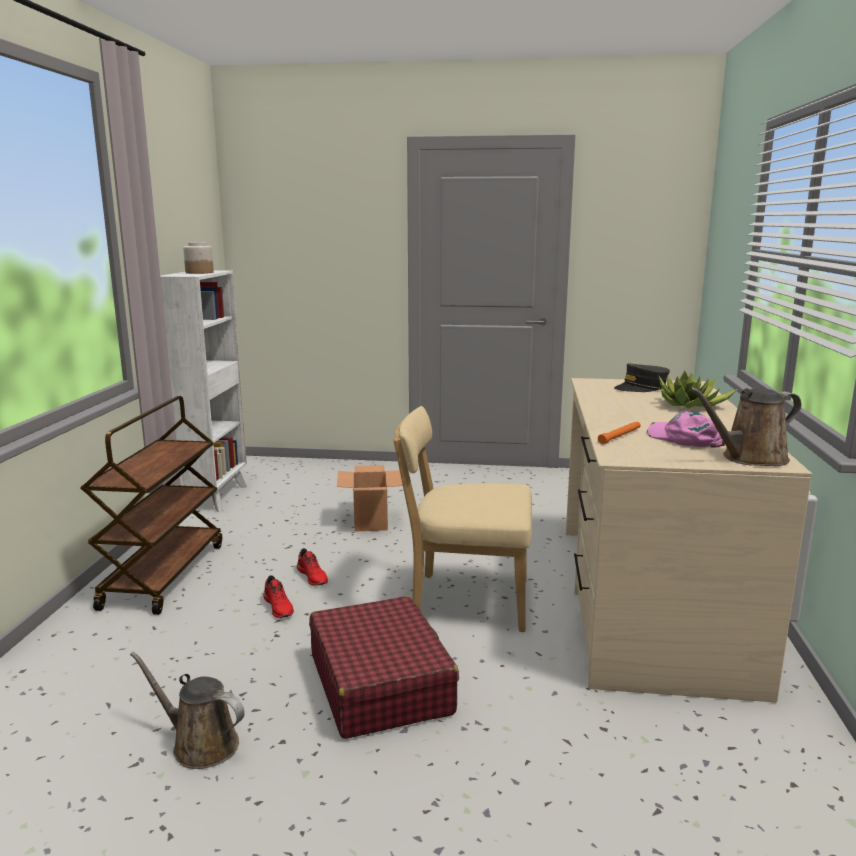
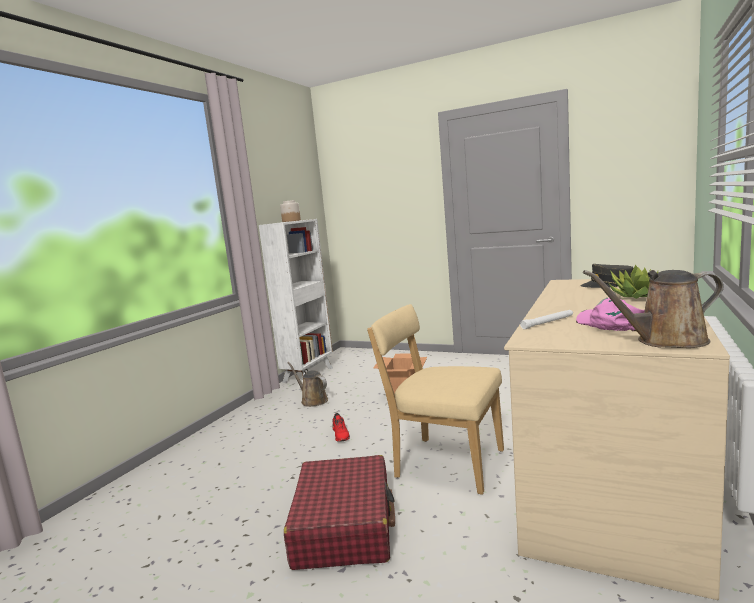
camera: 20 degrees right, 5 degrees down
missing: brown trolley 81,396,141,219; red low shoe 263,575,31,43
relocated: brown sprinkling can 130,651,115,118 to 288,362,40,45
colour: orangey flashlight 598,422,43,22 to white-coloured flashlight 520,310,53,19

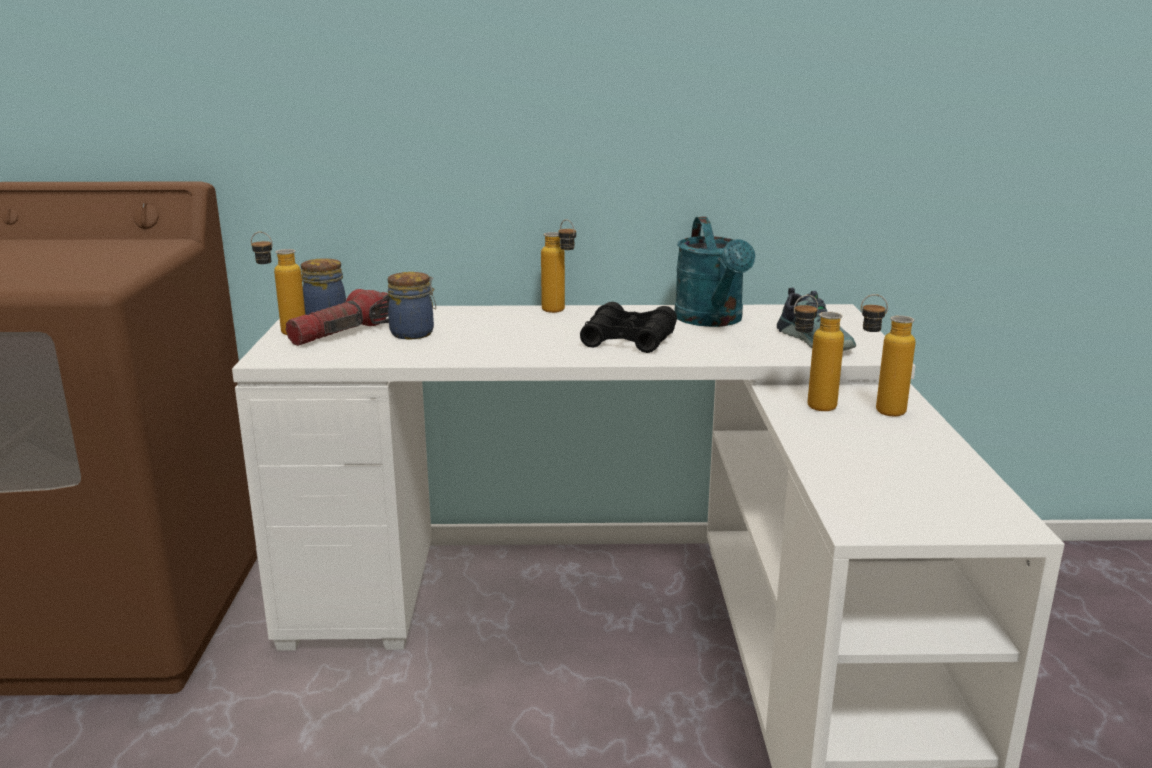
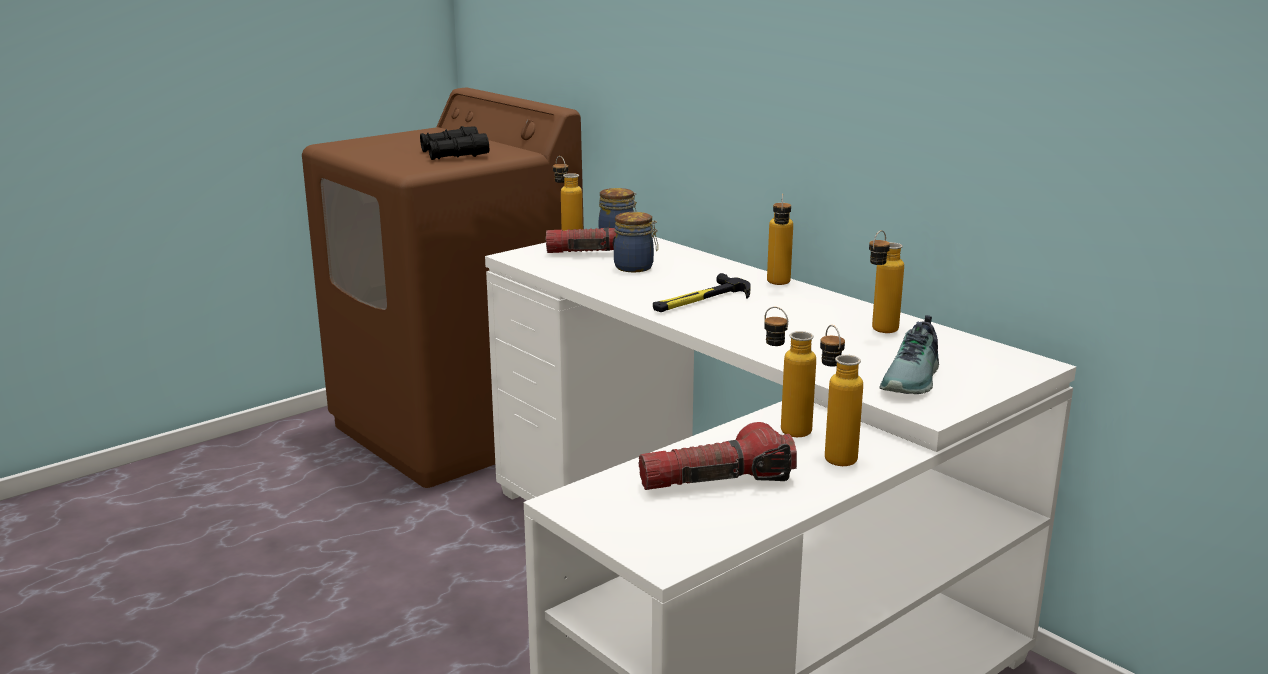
camera: 50 degrees right, 0 degrees up
appeared: flashlight 639,422,158,68; hand hammer 653,273,98,39
relocated: black binoculars 580,302,97,51 to 420,126,69,34
exchanged: turquoise-coloured sprinkling can 675,217,80,110 to beverage bottle 869,230,35,103

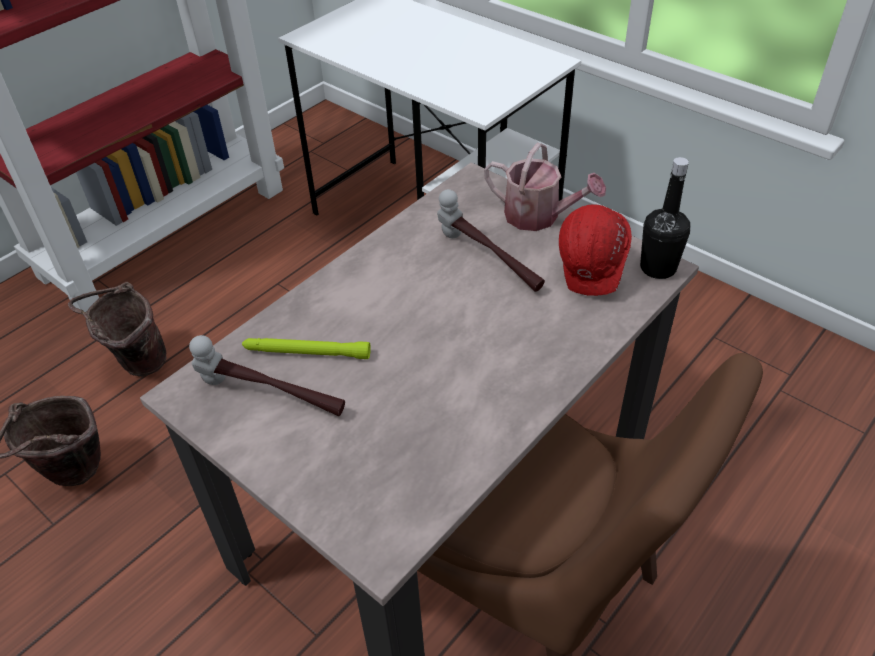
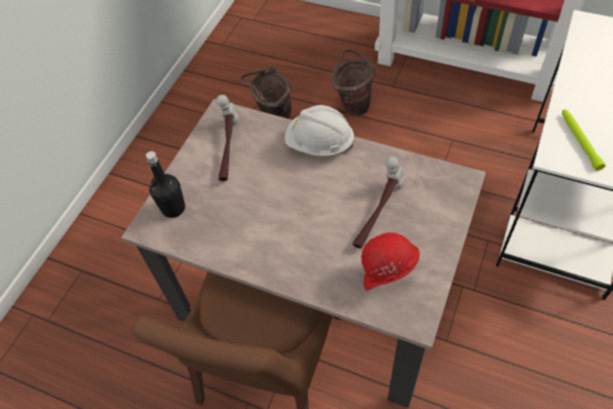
camera: 75 degrees right, 10 degrees up
missing: sprinkling can 484,142,122,89
appeared: white-coloured safety helmet 285,105,70,51
relocated: green-coloured flashlight 242,338,129,21 to 562,109,44,62; black beverage bottle 640,157,50,122 to 146,151,39,67

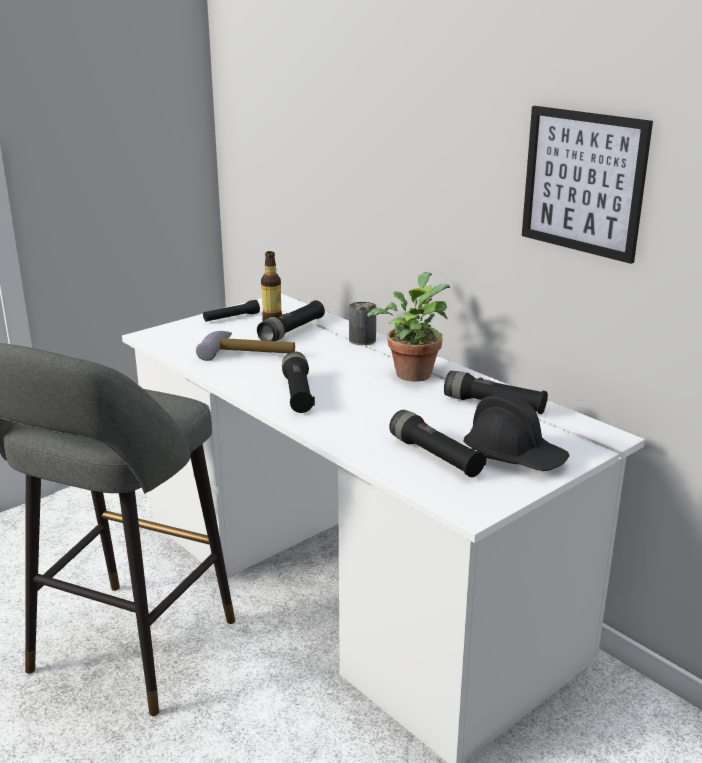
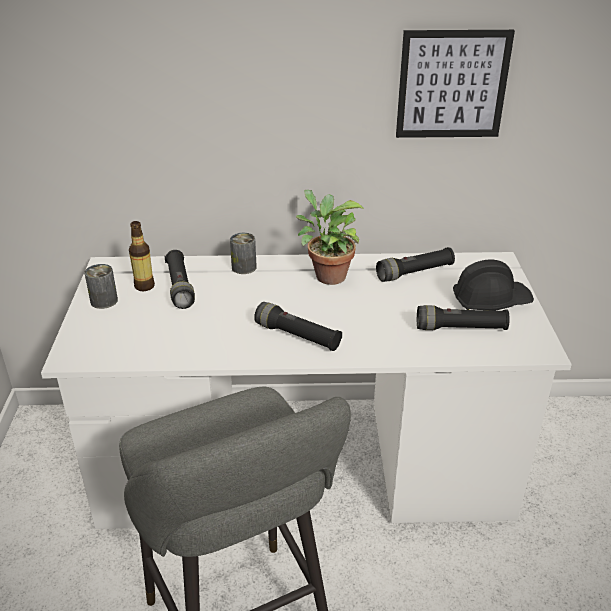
camera: 50 degrees left, 10 degrees up
missing: hand hammer 196,331,99,30
exchanged: black flashlight 203,300,57,22 to sealed can 85,264,33,45

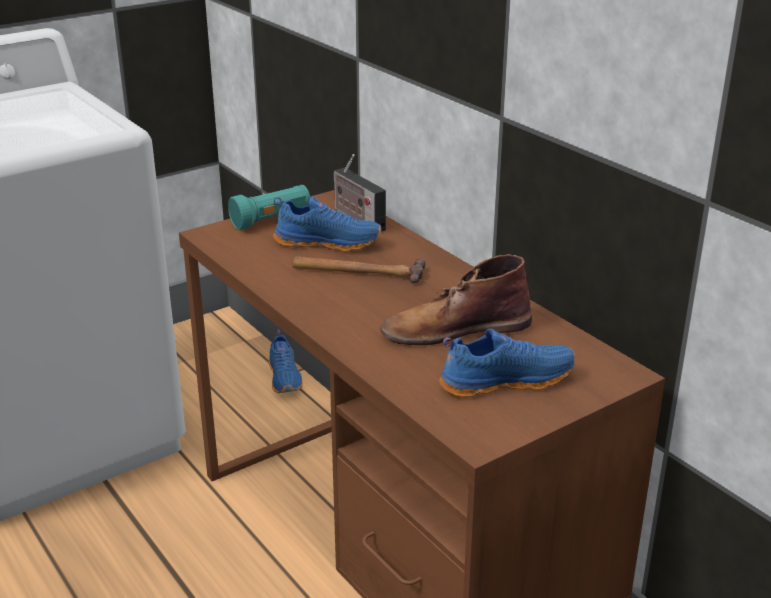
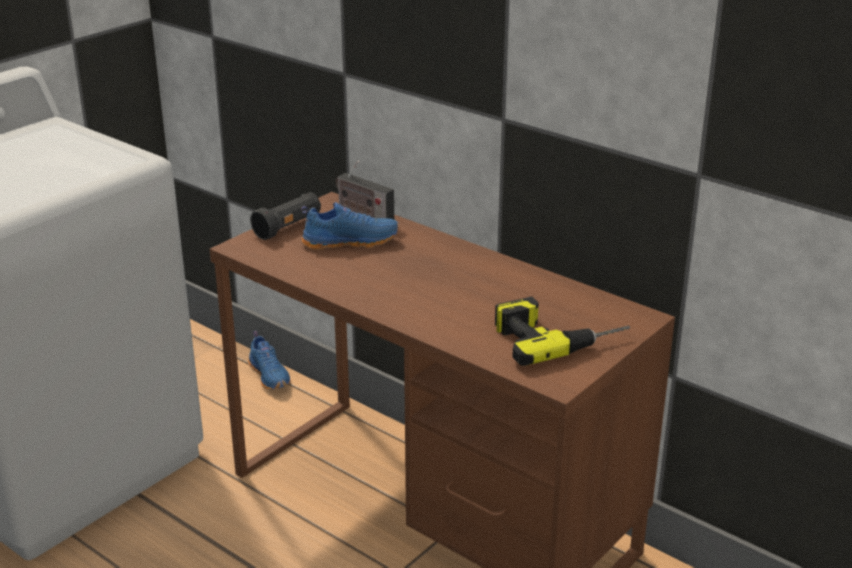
camera: 15 degrees left, 0 degrees up
missing: hand hammer 292,257,134,26; brown boot 380,254,152,91
exchanged: blue low shoe 439,329,136,69 to drill 495,297,135,69
colour: turquoise-coloured flashlight 228,185,82,45 to black flashlight 250,192,71,48

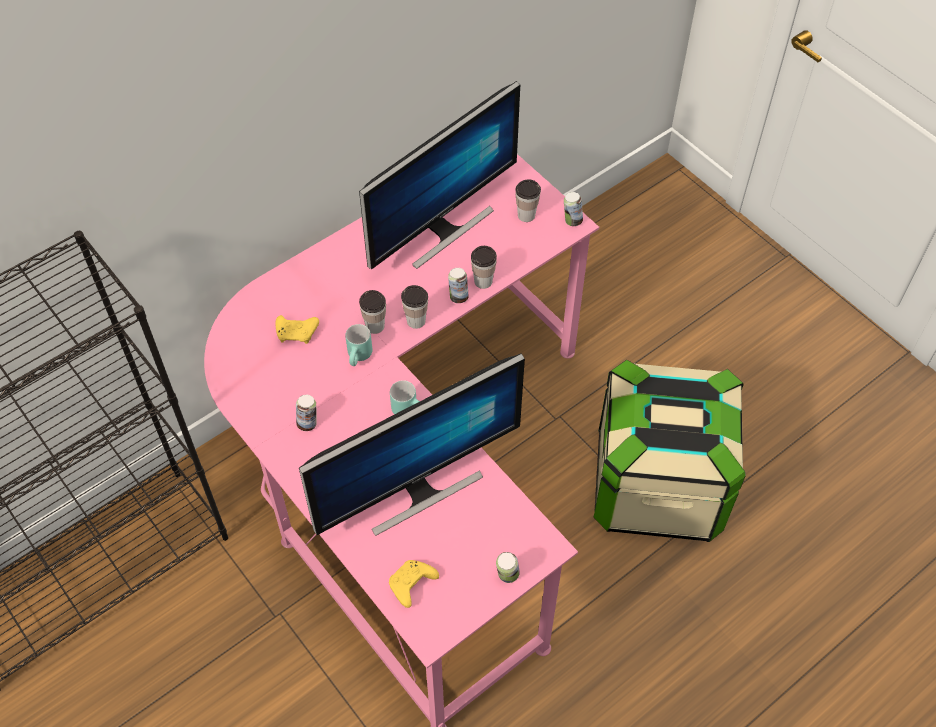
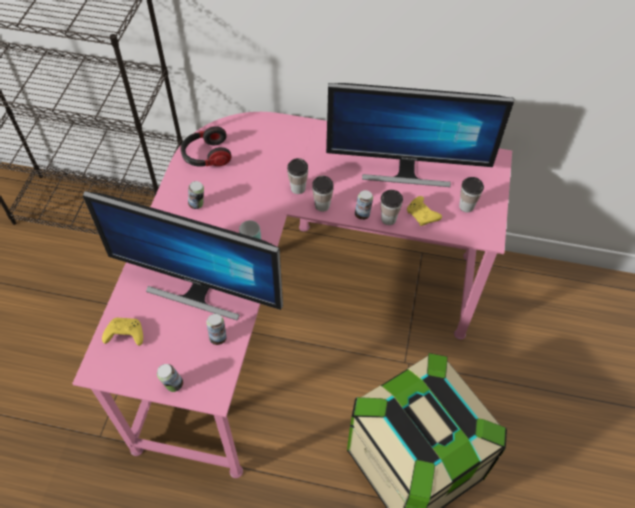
camera: 50 degrees right, 0 degrees up
missing: turquoise-coloured coffee mug 345,324,27,42
appeared: headphones 181,126,51,41
relocated: yellow-coloured gamepad 276,315,43,29 to 407,196,35,30; sealed can 564,192,19,34 to 206,314,21,31

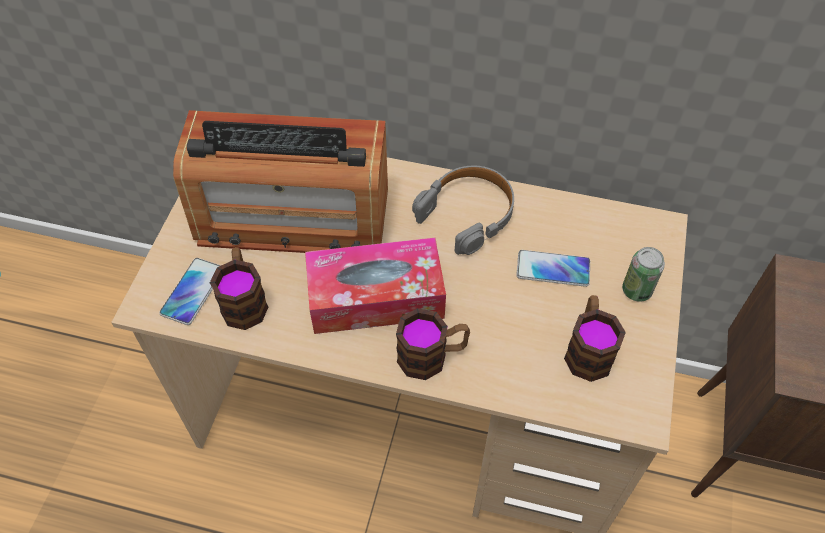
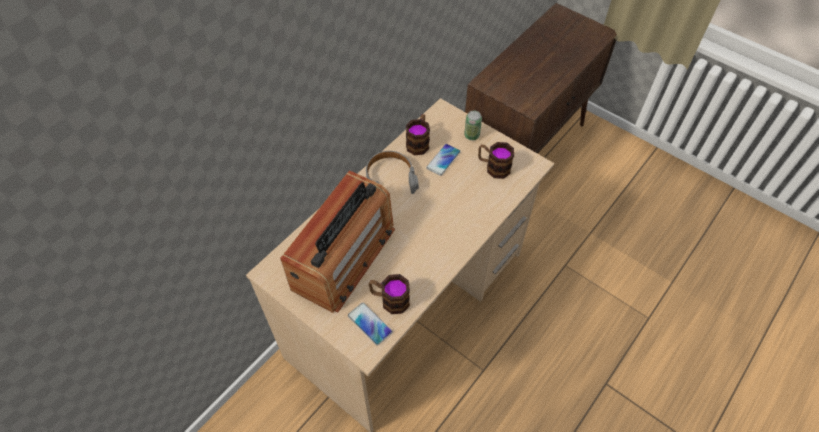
camera: 65 degrees left, 0 degrees up
missing: tissue box 305,238,141,96
relocated: coffee mug 396,308,74,72 to 406,114,24,41

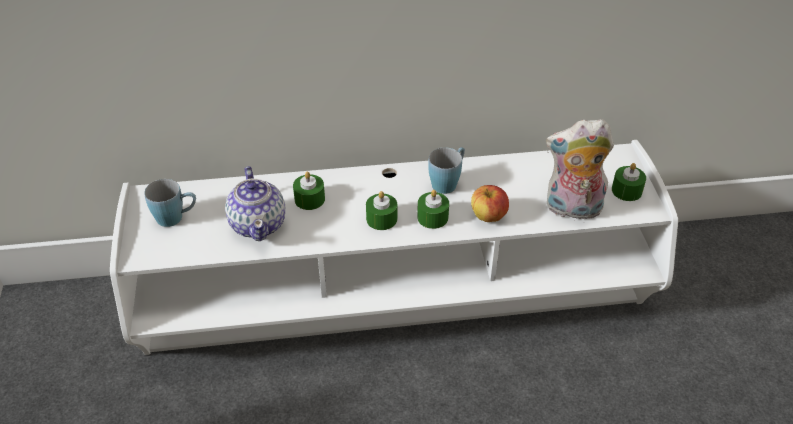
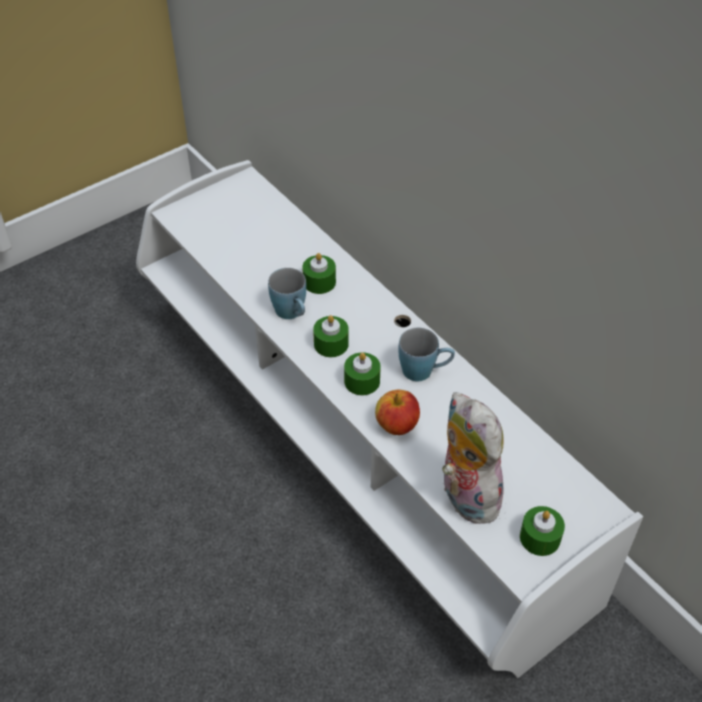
camera: 60 degrees right, 5 degrees up
missing: teapot 225,166,60,75
relocated: blue coffee mug 144,179,52,48 to 268,268,38,51

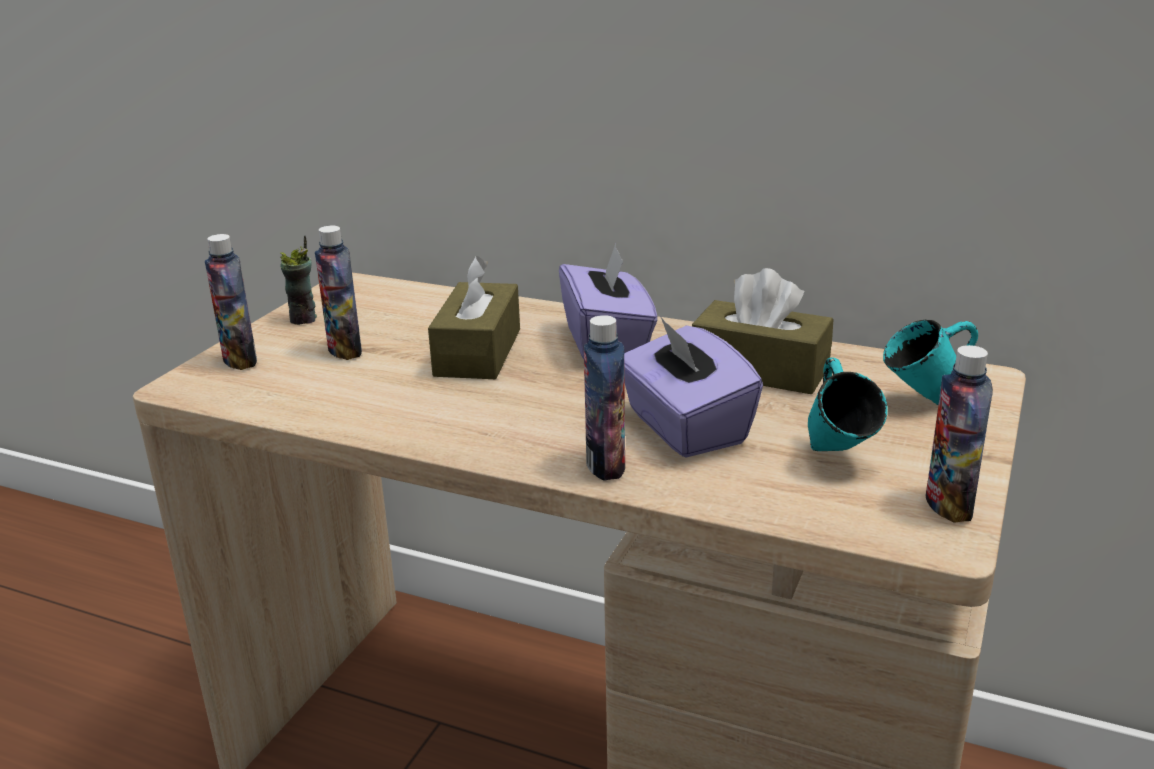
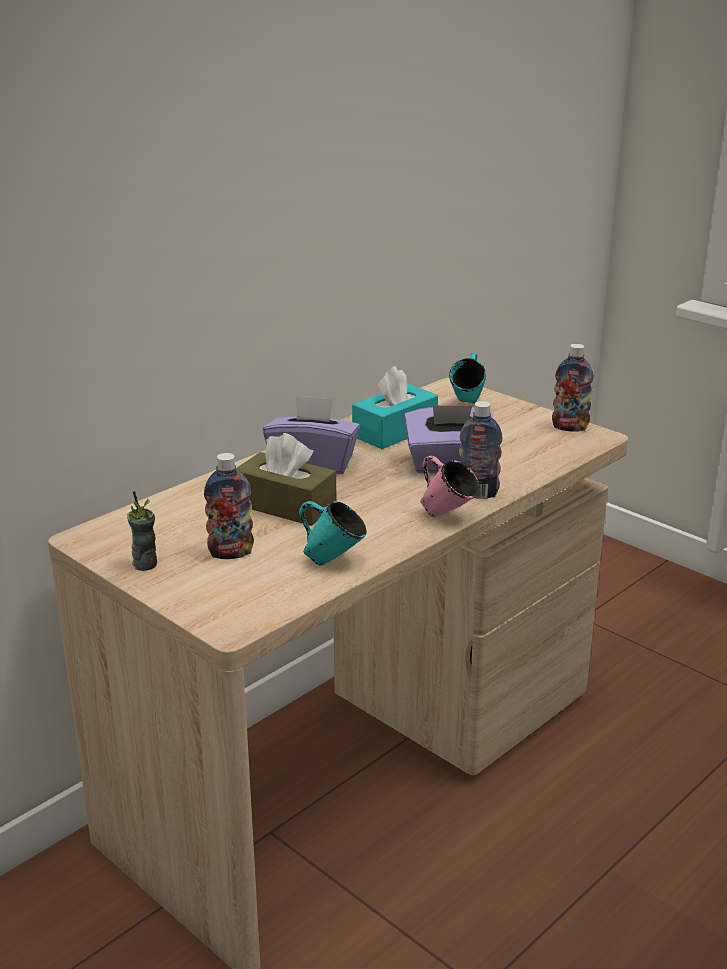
camera: 70 degrees left, 0 degrees up
missing: beverage bottle 205,234,52,136
appeared: pink coffee mug 420,456,59,61
relocated: turquoise-coloured coffee mug 808,358,80,93 to 299,501,68,65
colour: brown tissue box 692,268,142,126 to turquoise-coloured tissue box 352,366,86,83

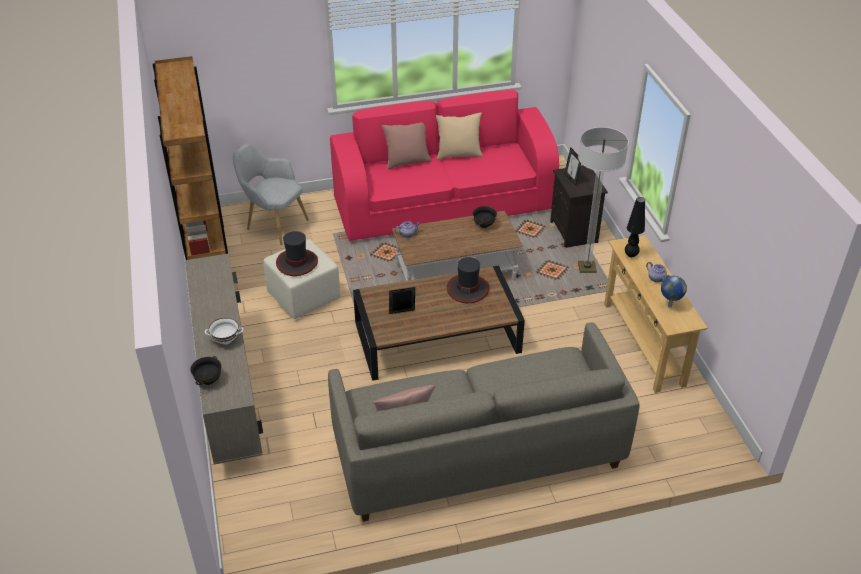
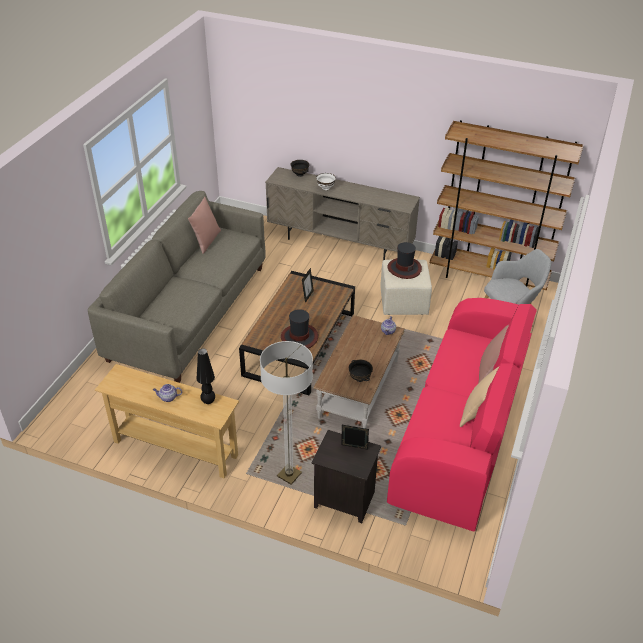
camera: 125 degrees right, 0 degrees up
missing: world globe 661,276,26,32

